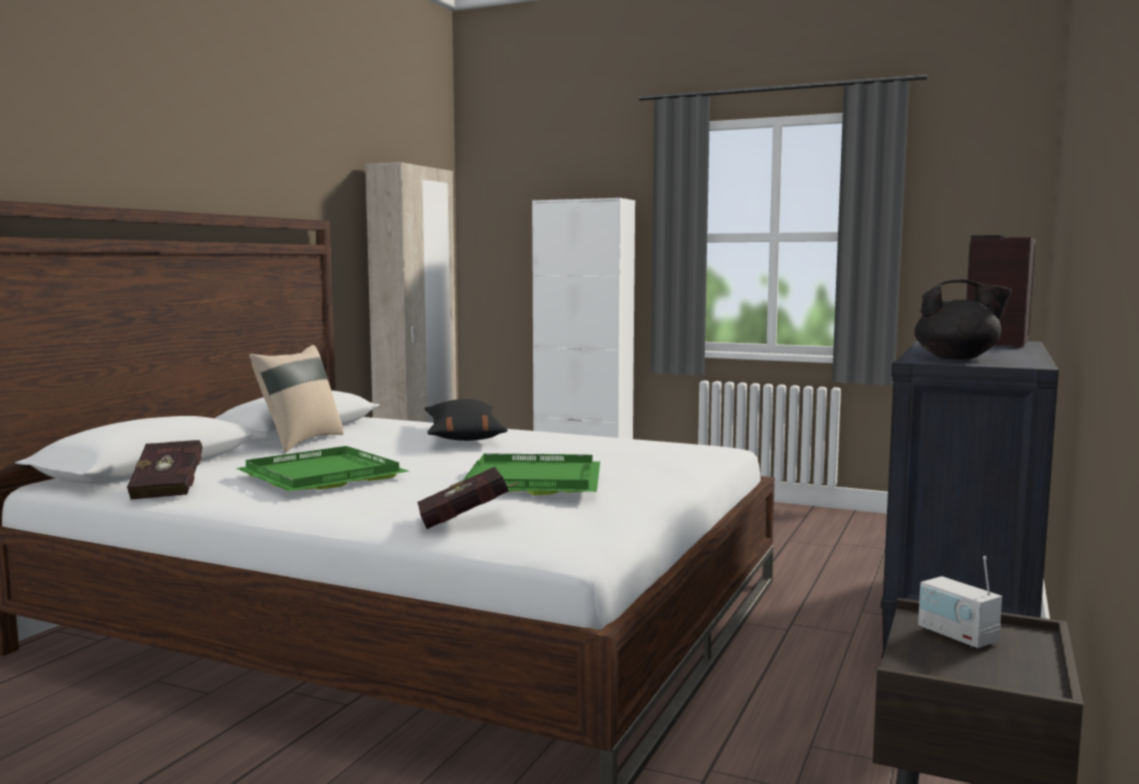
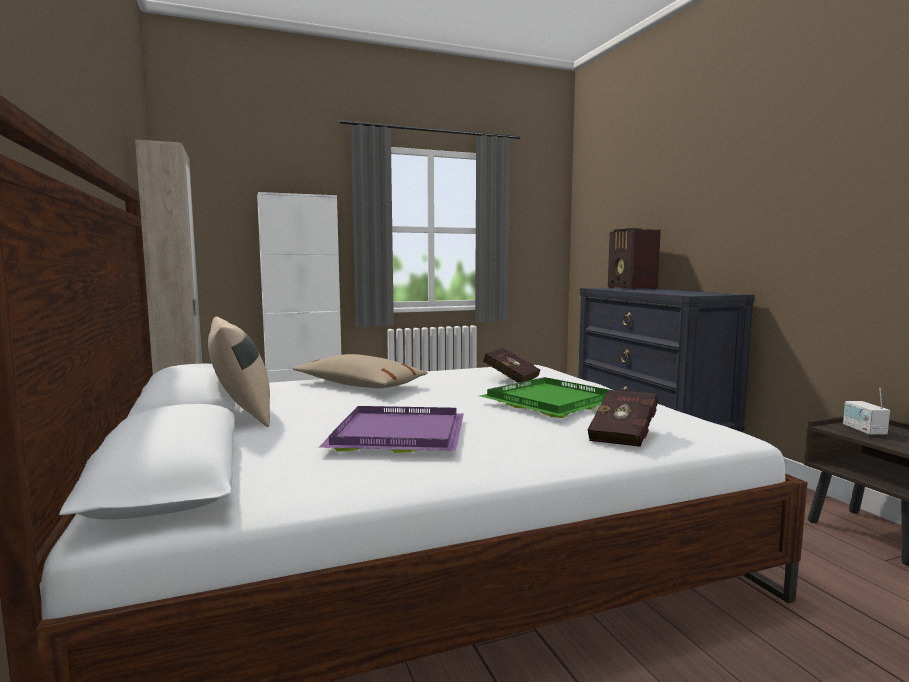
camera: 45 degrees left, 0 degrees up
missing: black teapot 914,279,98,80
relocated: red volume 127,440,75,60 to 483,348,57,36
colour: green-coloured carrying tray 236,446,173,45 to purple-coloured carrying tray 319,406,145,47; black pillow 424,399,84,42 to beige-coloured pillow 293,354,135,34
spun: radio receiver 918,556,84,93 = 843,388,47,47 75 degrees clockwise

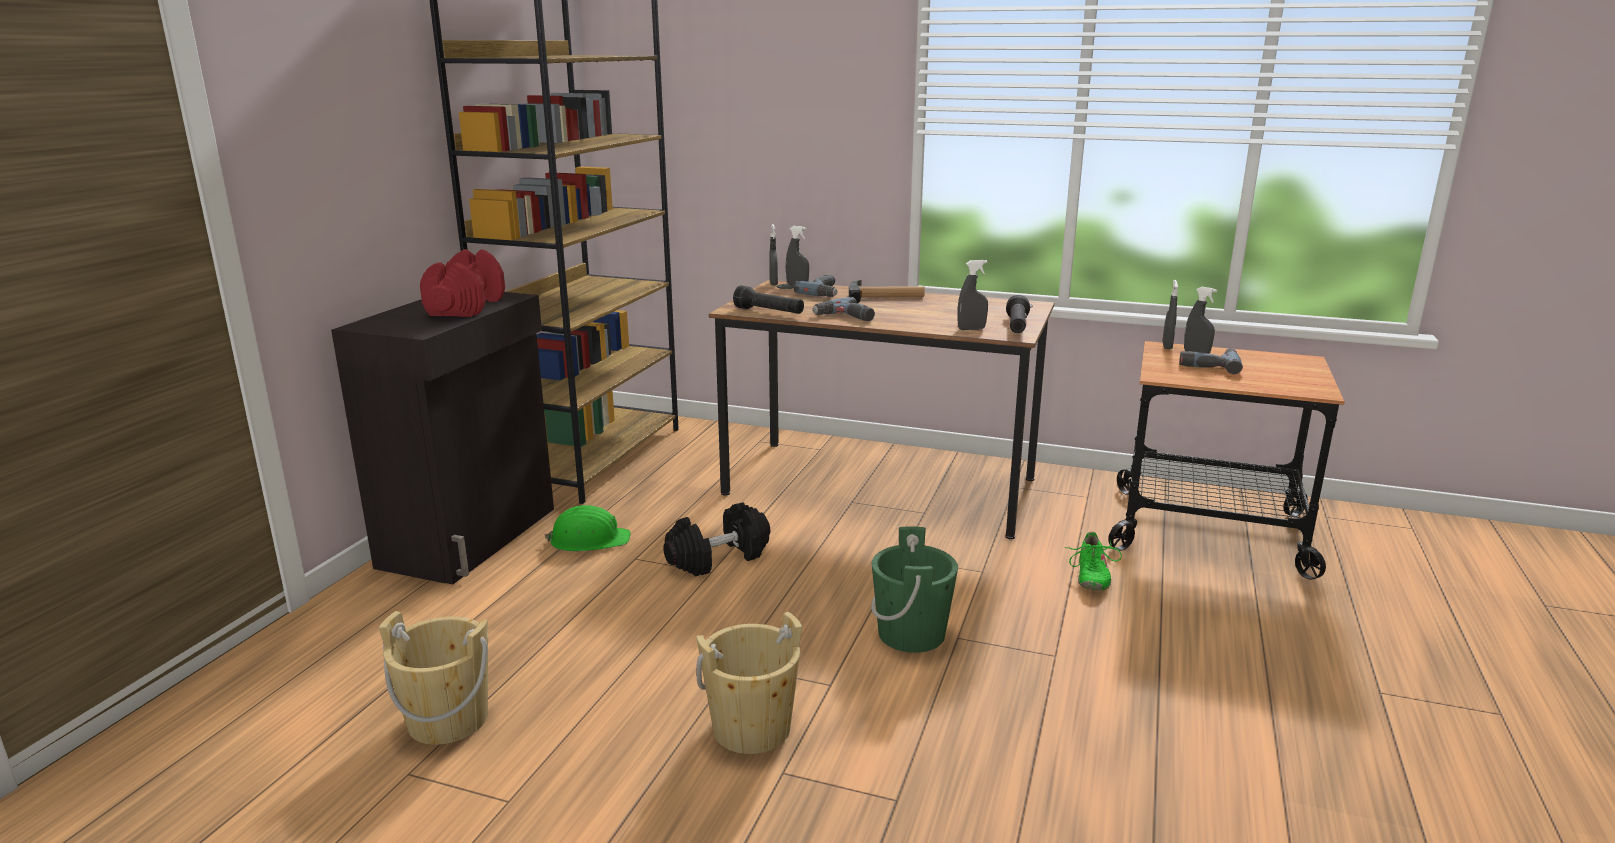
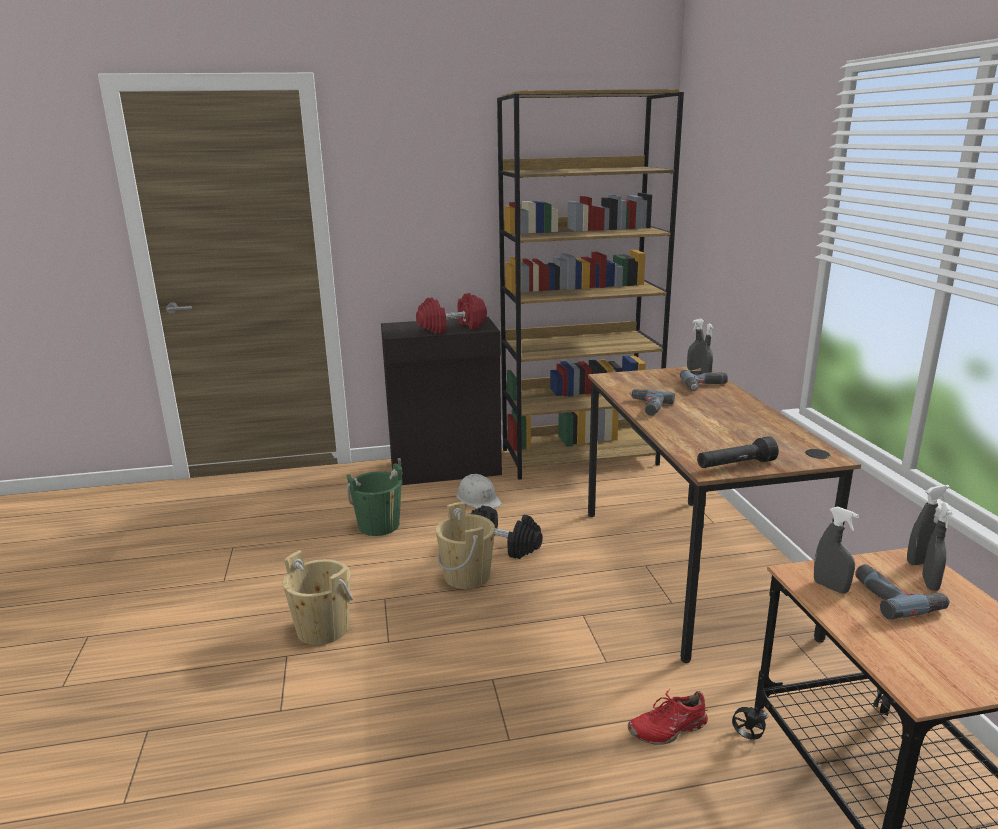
camera: 60 degrees right, 0 degrees up
missing: black flashlight 733,285,71,29; hand hammer 849,280,76,23
relocated: beige-coloured water bucket 379,611,109,134 to 436,502,59,87; green-coloured water bucket 871,526,87,127 to 347,463,55,73; greyish sprayer 958,260,30,70 to 814,506,45,88
colour: green-coloured safety helmet 544,505,87,47 to white-coloured safety helmet 456,474,46,35; green-coloured low shoe 1066,532,56,59 to red low shoe 628,689,80,56

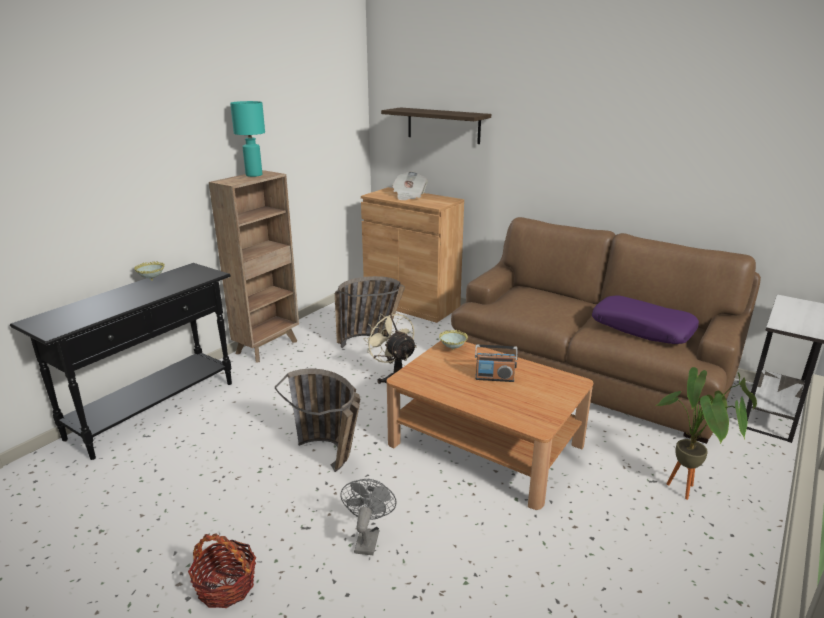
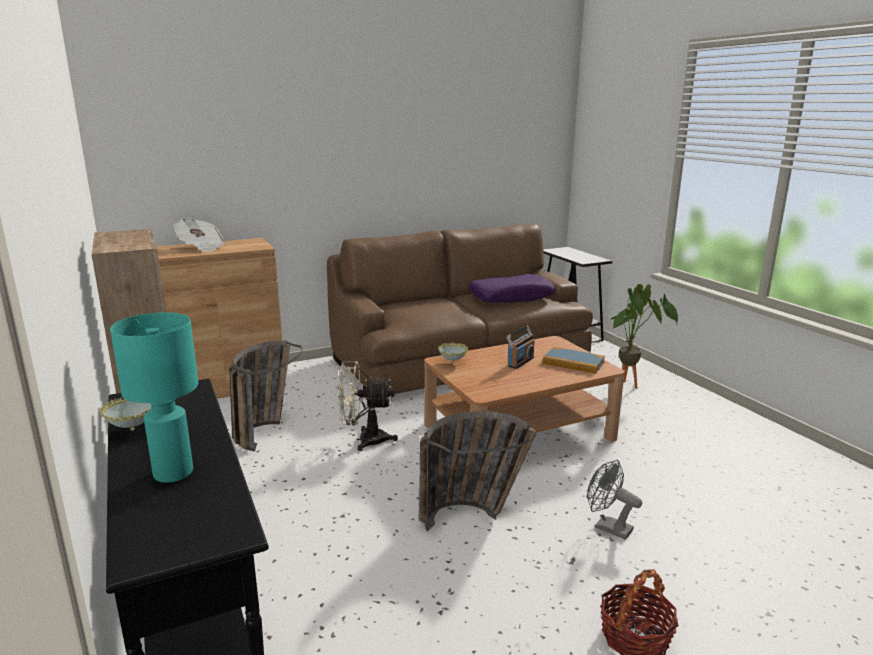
camera: 60 degrees left, 5 degrees down
missing: wall shelf 381,107,110,37
appeared: volume 543,347,62,27
relocated: turquoise-coloured lamp for a table 230,101,35,76 to 110,312,89,171

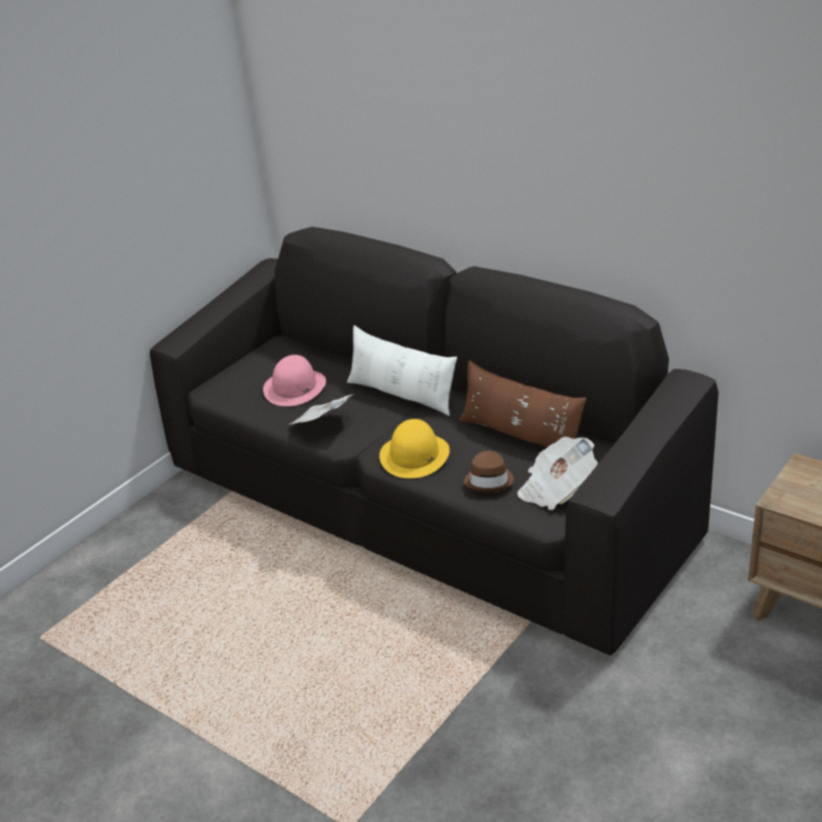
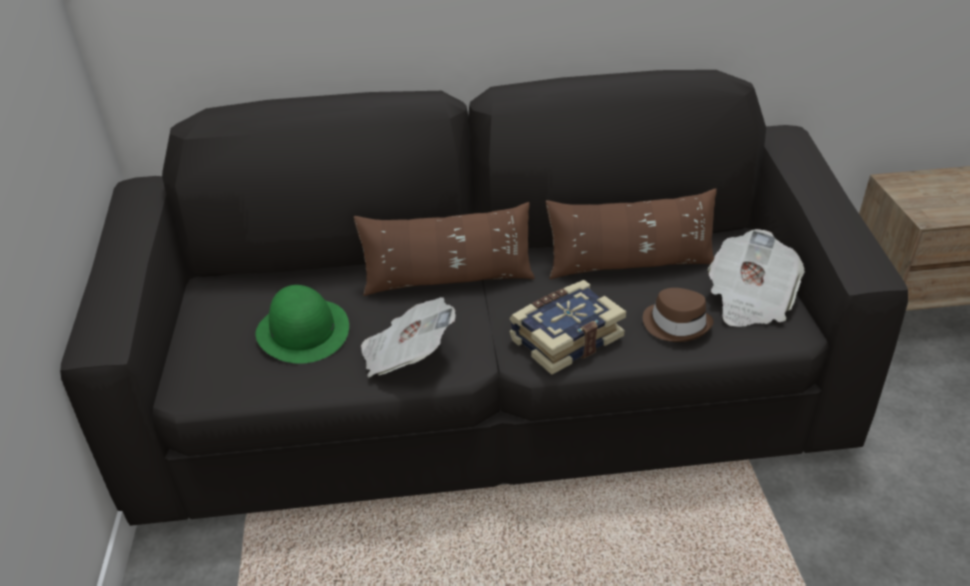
camera: 45 degrees left, 5 degrees up
exchanged: yellow-coloured wearable hat 379,419,71,59 to volume 509,280,117,95
colour: pink wearable hat 263,355,63,51 to green-coloured wearable hat 256,285,93,79; white-coloured pillow 347,325,110,91 to brown pillow 354,202,181,94

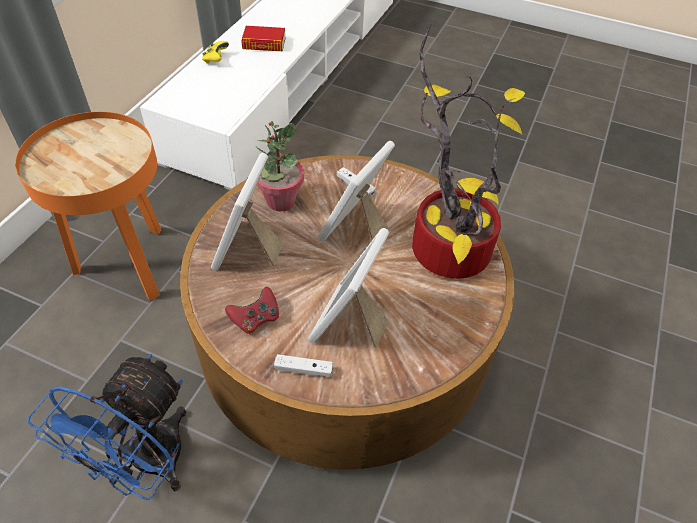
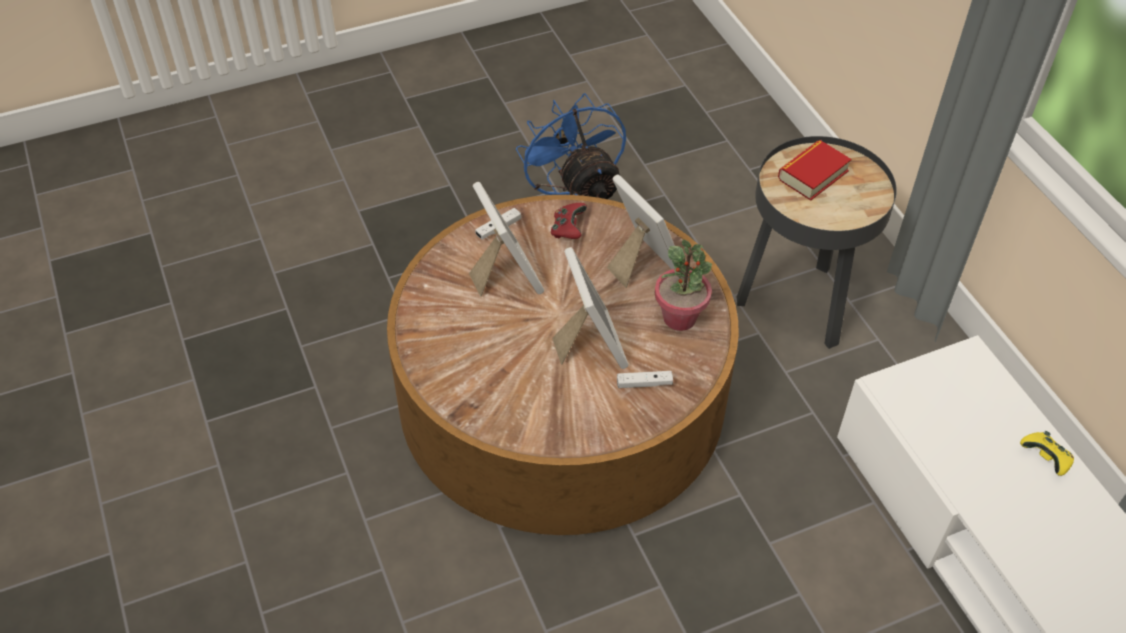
camera: 135 degrees right, 0 degrees up
missing: houseplant 412,24,113,255
relocated: volume 242,26,43,25 to 778,140,74,60
colour: orangey accent table 15,112,147,189 to black accent table 737,136,160,213

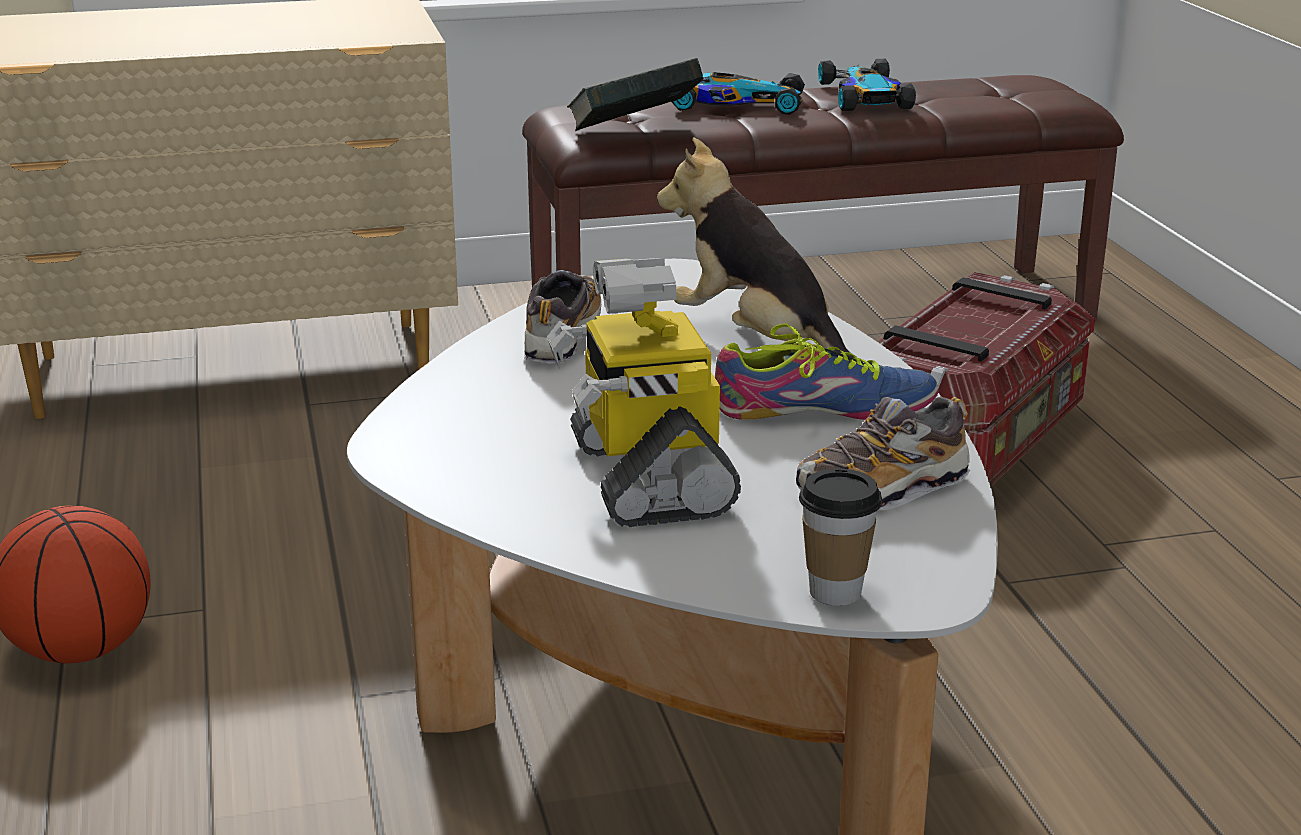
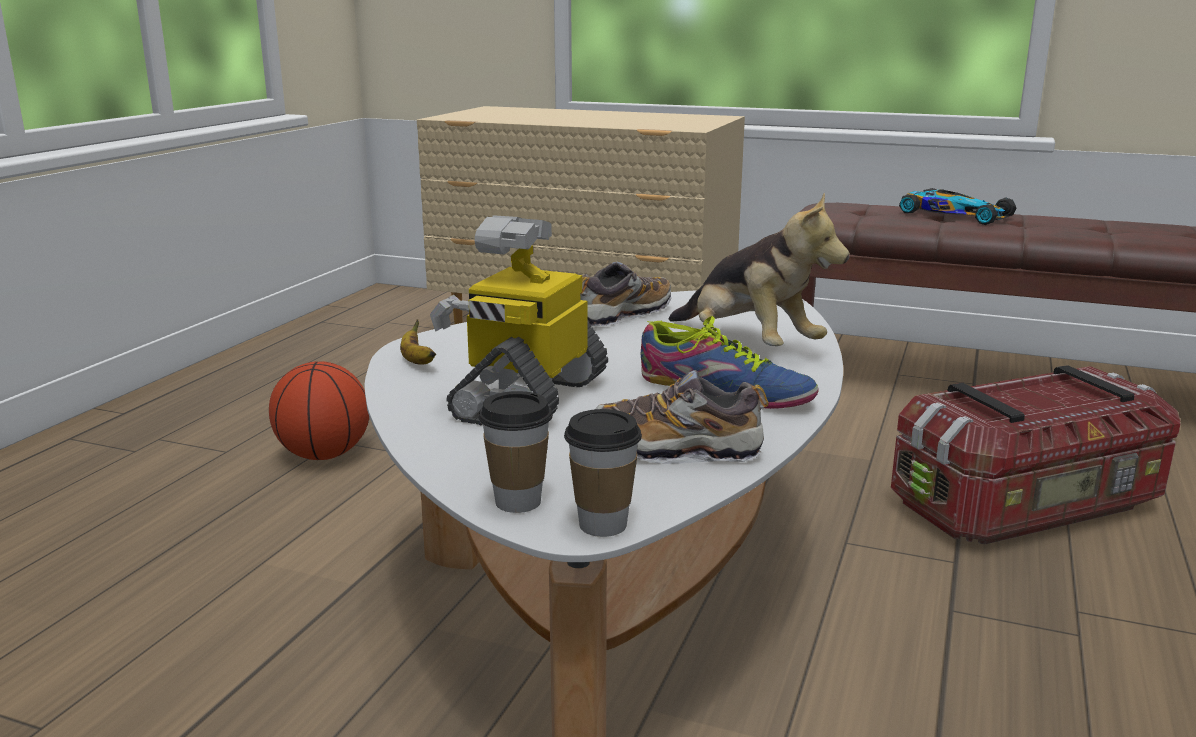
camera: 35 degrees right, 5 degrees down
missing: volume 567,58,136,73; model car 818,59,98,52
appeared: banana fruit 400,319,36,46; cup 564,409,78,128
spun: cuddly toy 657,137,206,225 = 669,193,181,153 150 degrees clockwise

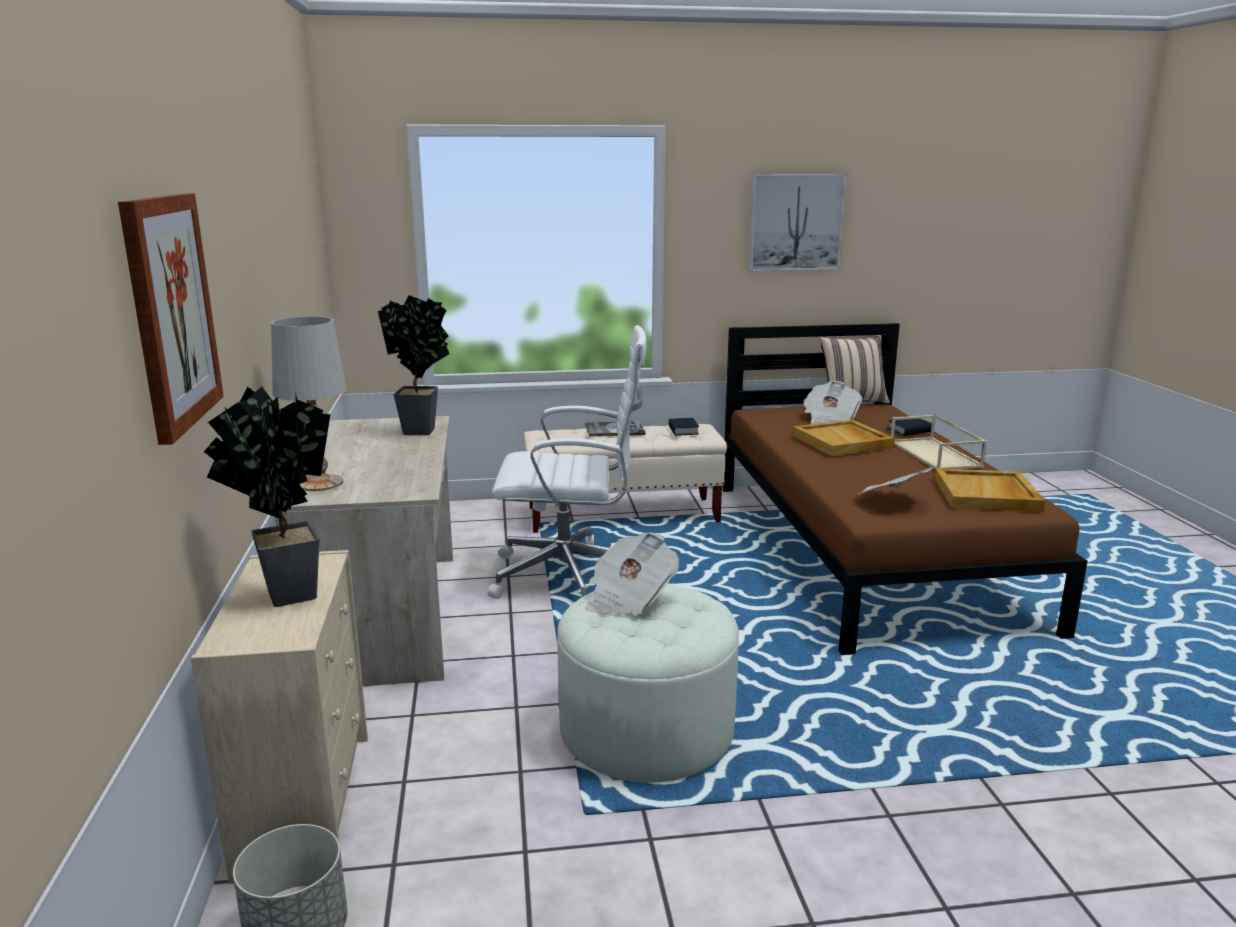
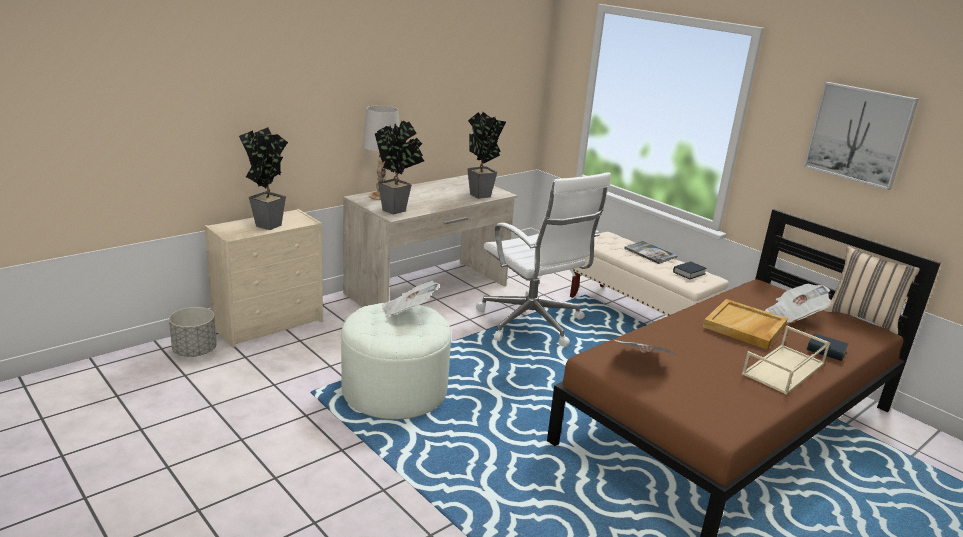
camera: 55 degrees right, 5 degrees up
missing: wall art 118,193,106,252; beige-coloured carrying tray 935,468,111,44
appeared: houseplant 375,121,49,93

